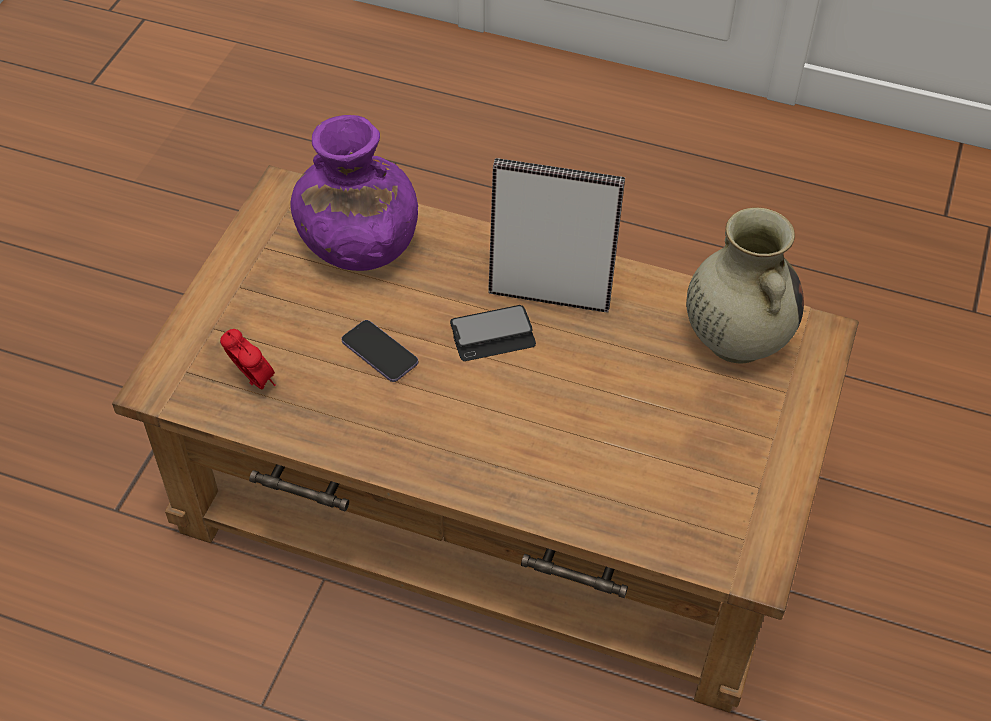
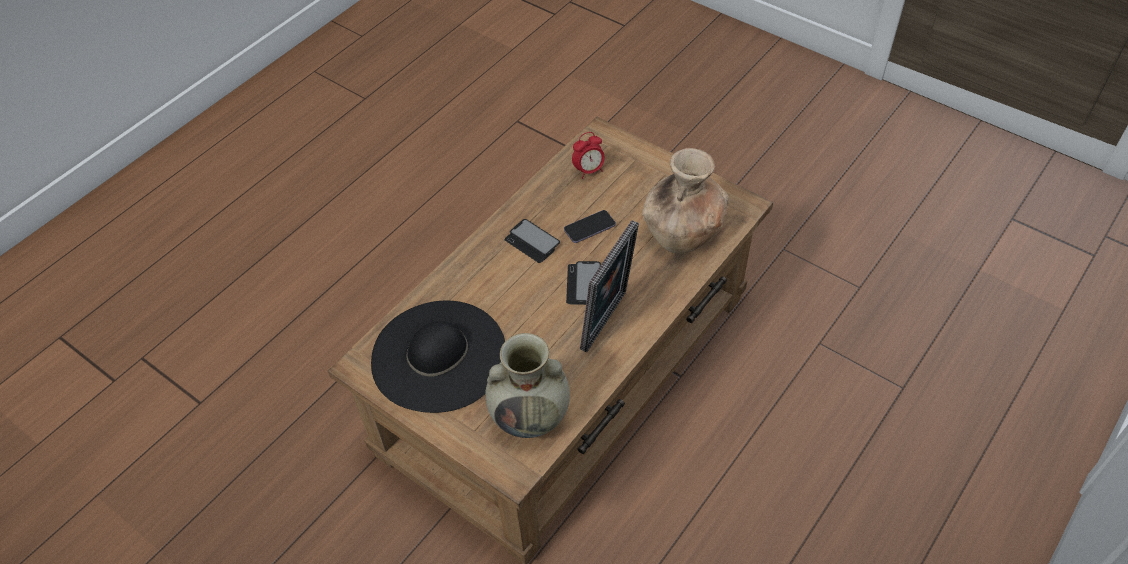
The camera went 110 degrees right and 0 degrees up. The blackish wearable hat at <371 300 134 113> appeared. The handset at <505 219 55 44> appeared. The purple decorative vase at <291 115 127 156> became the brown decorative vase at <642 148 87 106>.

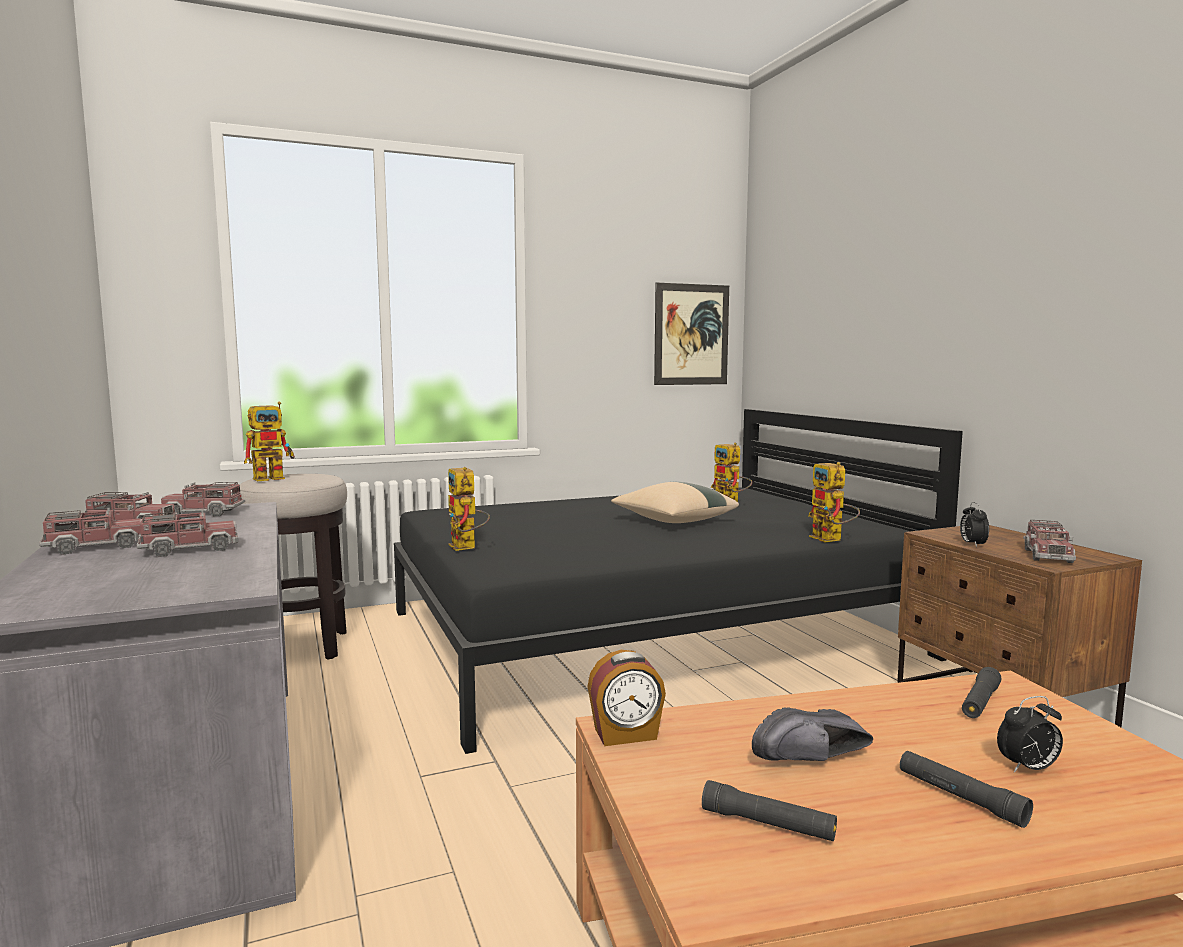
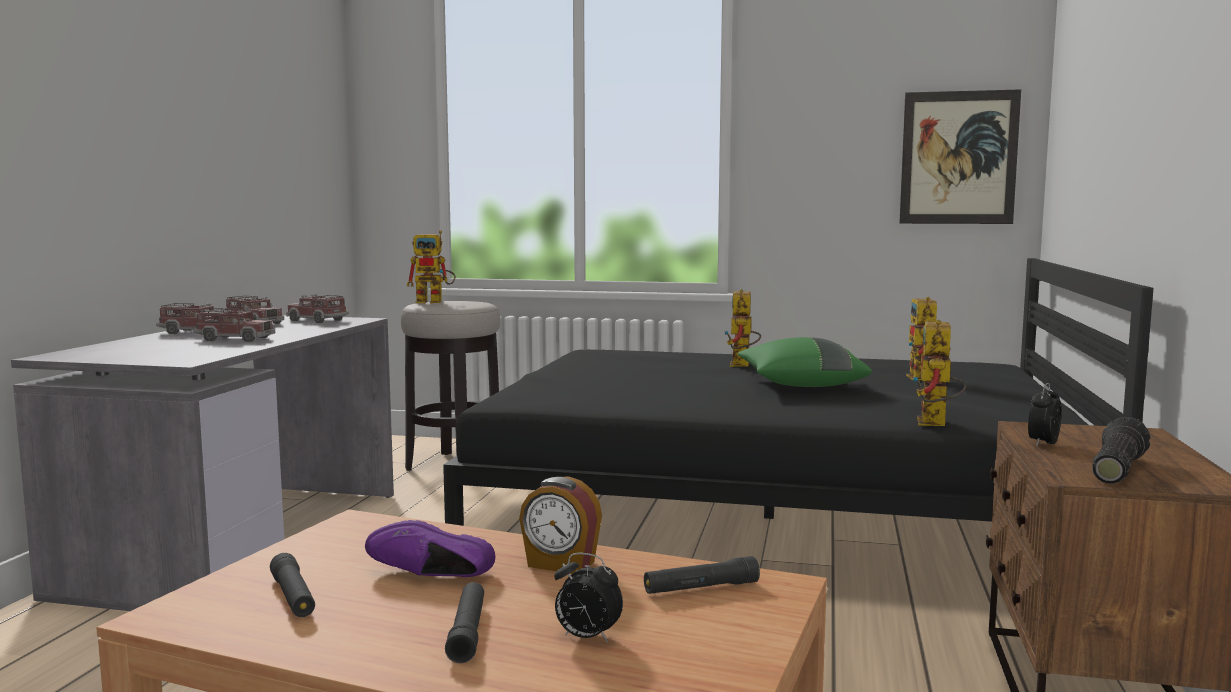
The camera went 35 degrees right and 0 degrees up. The robot figure moved from <448 467 42 84> to <725 289 36 78>. The table clock moved from <587 650 79 96> to <519 476 83 98>. The model truck at <1023 520 53 43> was replaced by the torch at <1092 417 58 67>. The beige-coloured throw pillow at <611 482 128 41> became the green throw pillow at <738 337 134 50>. The blackish low shoe at <752 707 121 54> became the purple low shoe at <365 520 130 57>.

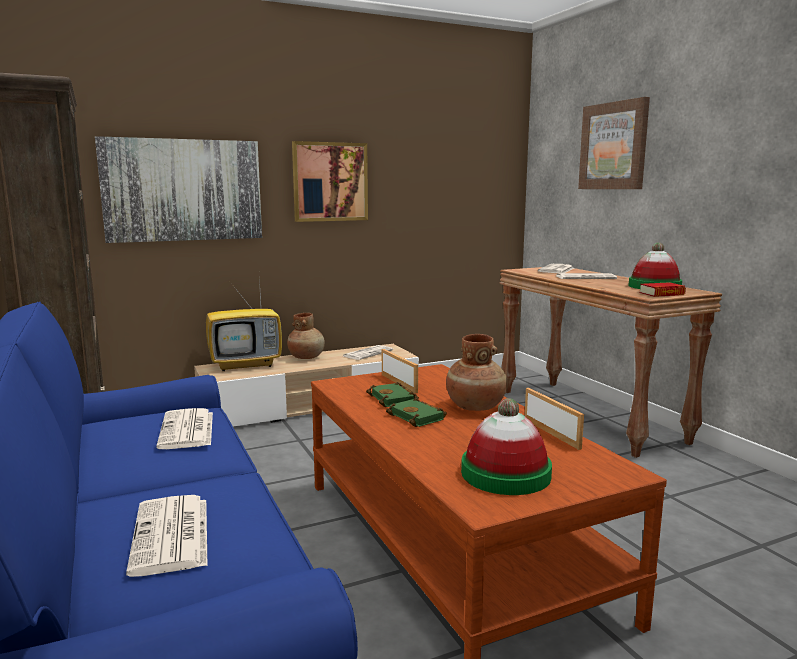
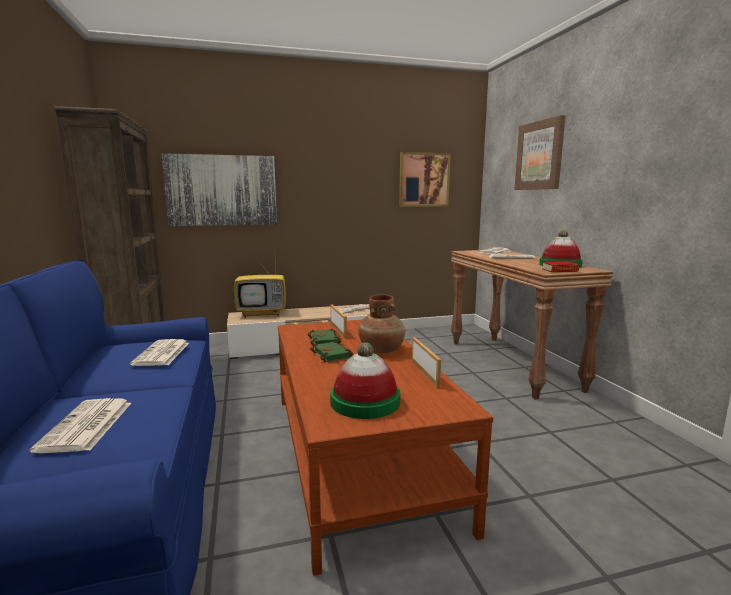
The camera went 10 degrees right and 0 degrees up. The brown decorative vase at <287 313 38 46> disappeared. The wall art moved from <292 141 76 81> to <399 152 52 55>.

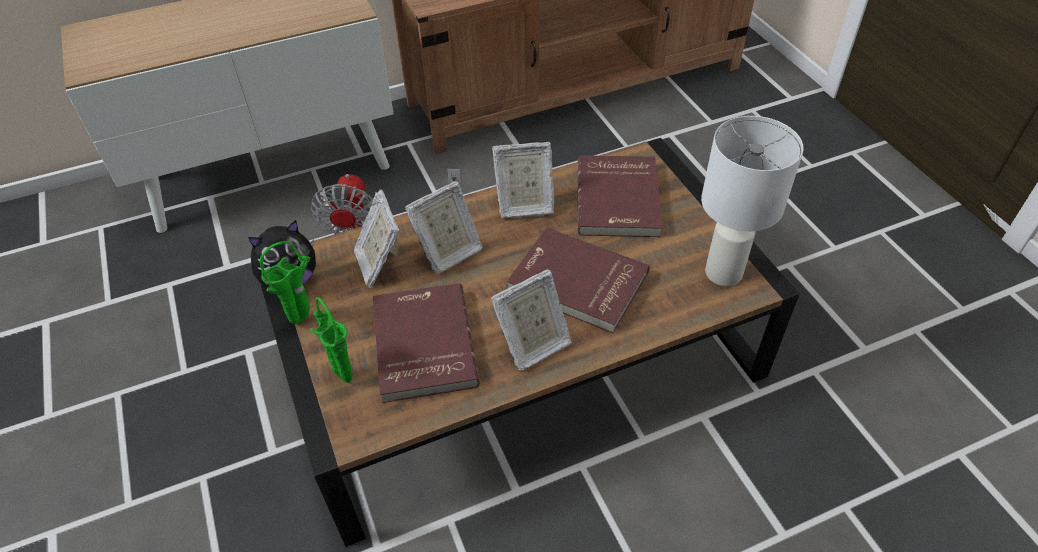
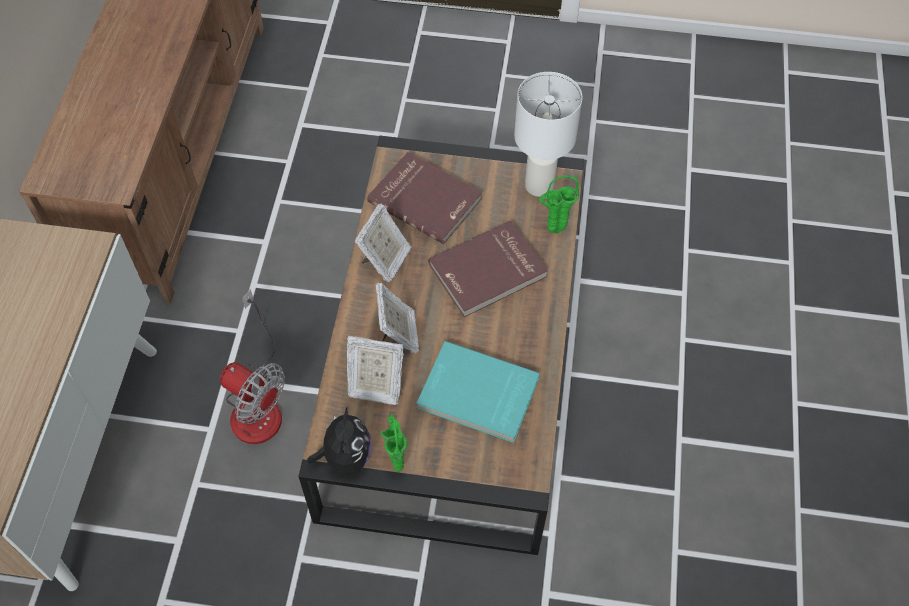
The camera went 60 degrees left and 10 degrees up. The photo frame at <491 269 81 101> disappeared. The green decorative vase moved from <310 297 43 86> to <539 176 40 57>. The red-coloured volume at <373 283 107 120> became the turquoise-coloured volume at <417 341 123 102>.

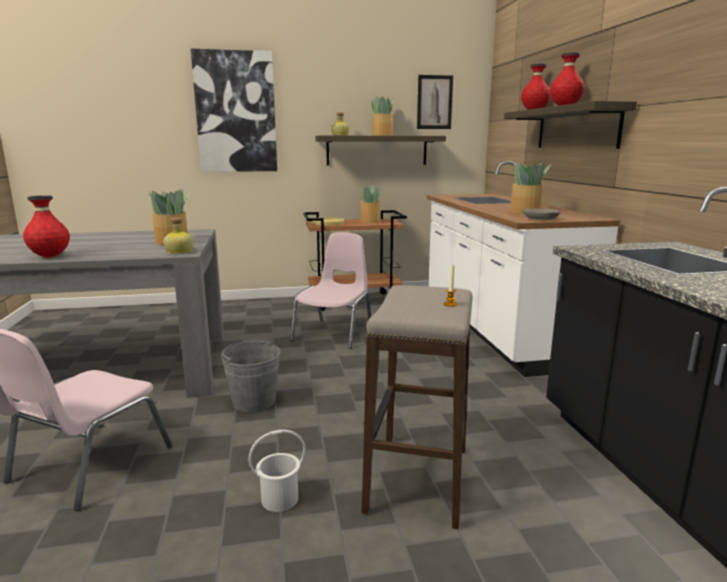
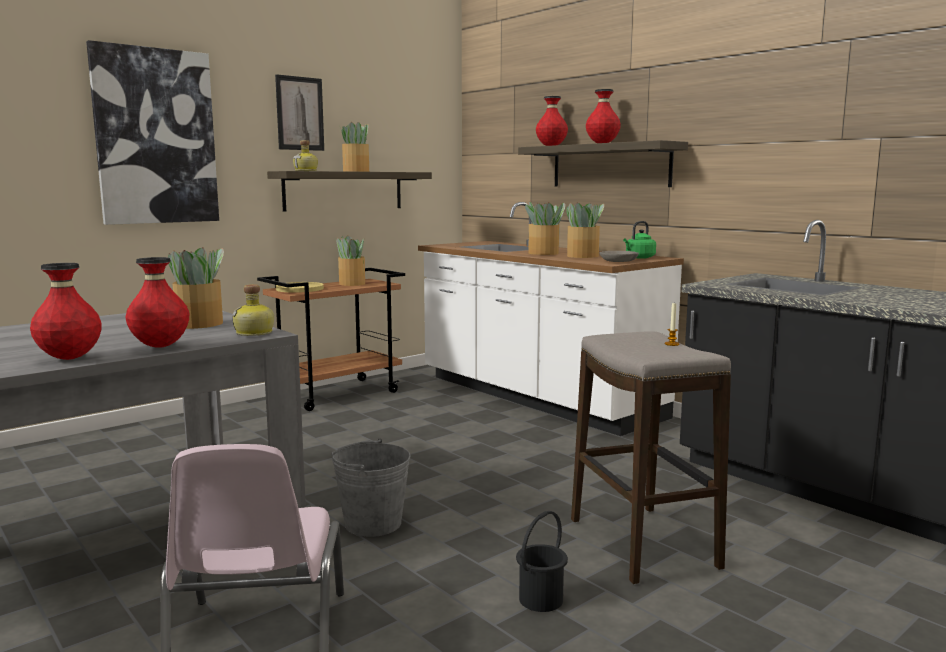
The camera went 30 degrees left and 5 degrees down. The pink chair at <290 232 81 117> disappeared. The red-coloured decorative vase at <125 257 64 91> appeared. The plant in a pot at <525 201 40 54> appeared. The green kettle at <623 221 33 38> appeared. The wall art moved from <417 75 36 54> to <275 74 49 77>. The white-coloured water bucket at <249 430 57 82> became the blackish water bucket at <516 511 52 101>.

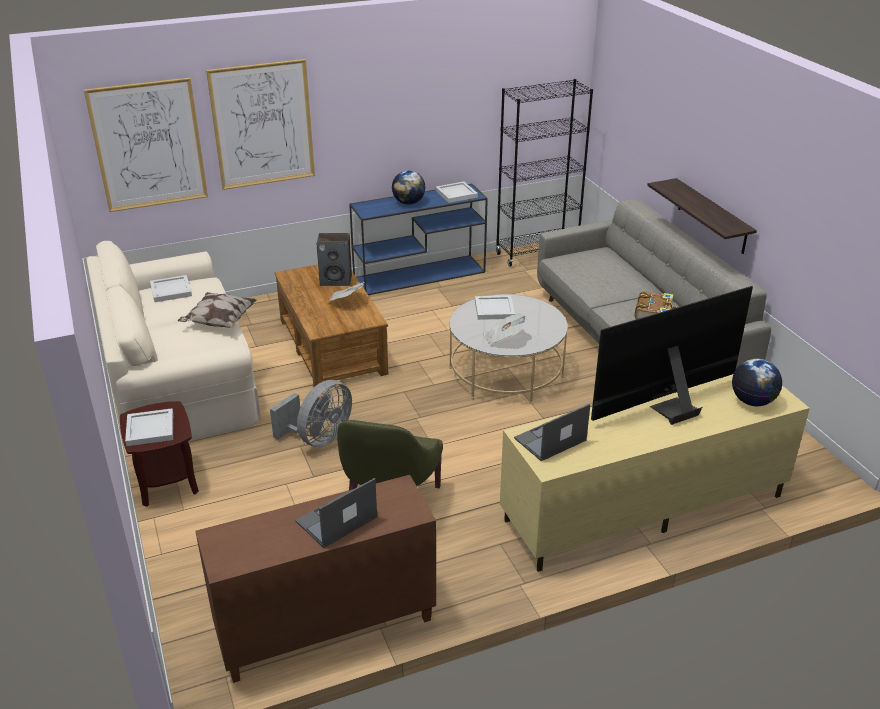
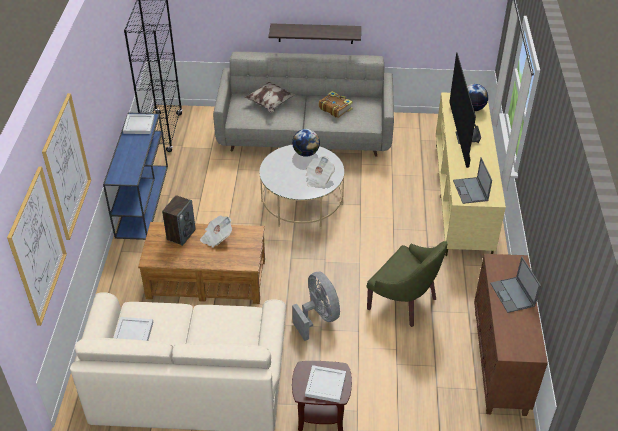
The camera went 65 degrees left and 10 degrees up. The white-coloured serving tray at <475 295 40 25> disappeared. The throw pillow moved from <178 292 79 36> to <244 82 52 30>. The world globe moved from <392 170 33 35> to <292 129 28 28>.

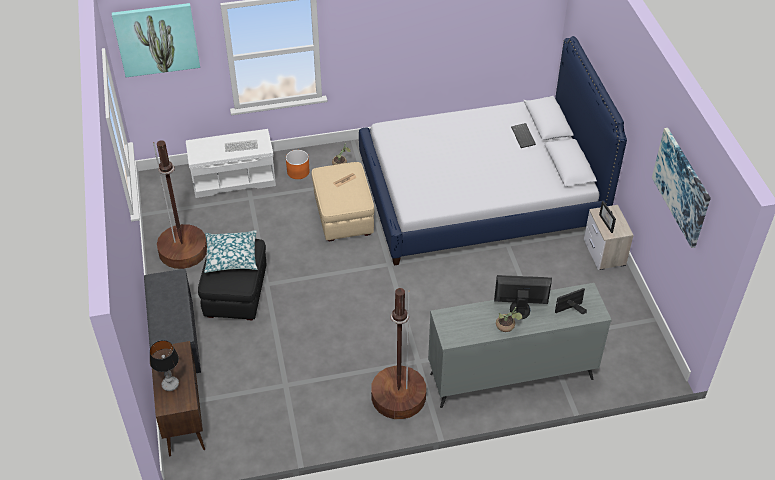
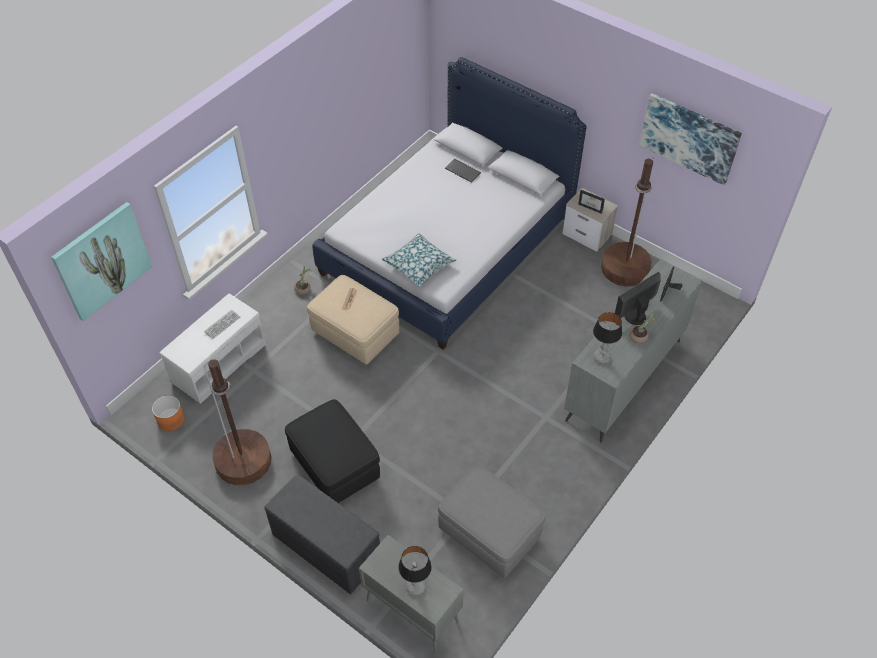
The camera went 40 degrees left and 5 degrees up. The greyish ottoman at <438 466 107 112> appeared. The table lamp at <593 312 29 51> appeared. The throw pillow moved from <204 230 53 43> to <382 233 74 55>. The orangey planter moved from <286 150 24 29> to <152 395 33 36>. The brown standing lamp moved from <371 288 55 131> to <601 157 53 130>. The brown cabinet at <152 341 53 116> became the greyish cabinet at <359 535 105 118>.

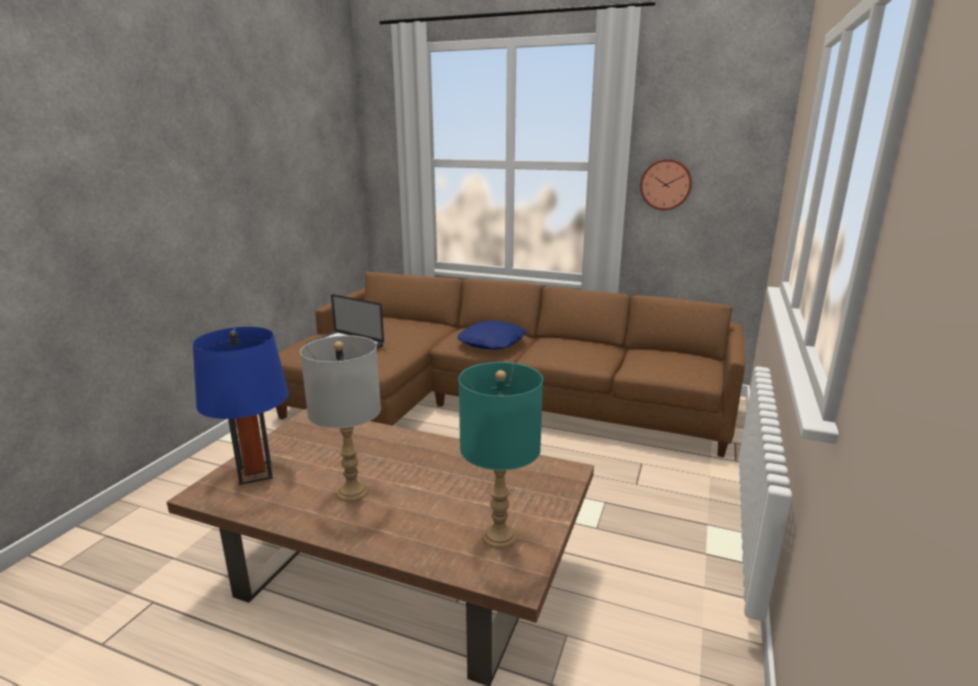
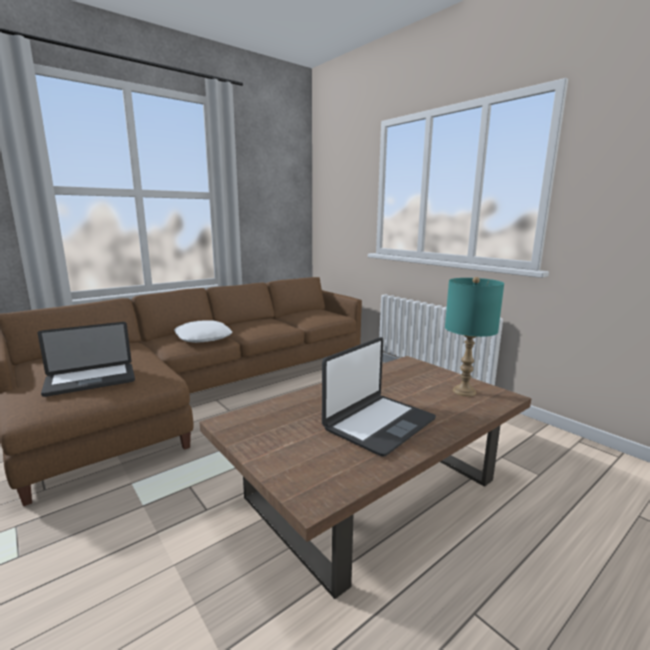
The camera went 60 degrees left and 5 degrees down. The bluish table lamp at <193 327 96 158> disappeared. The clock on the wall at <640 159 52 51> disappeared. The greyish table lamp at <300 335 81 167> was replaced by the notebook computer at <322 337 114 119>. The bluish throw pillow at <457 321 69 29> became the white-coloured throw pillow at <174 320 58 23>.

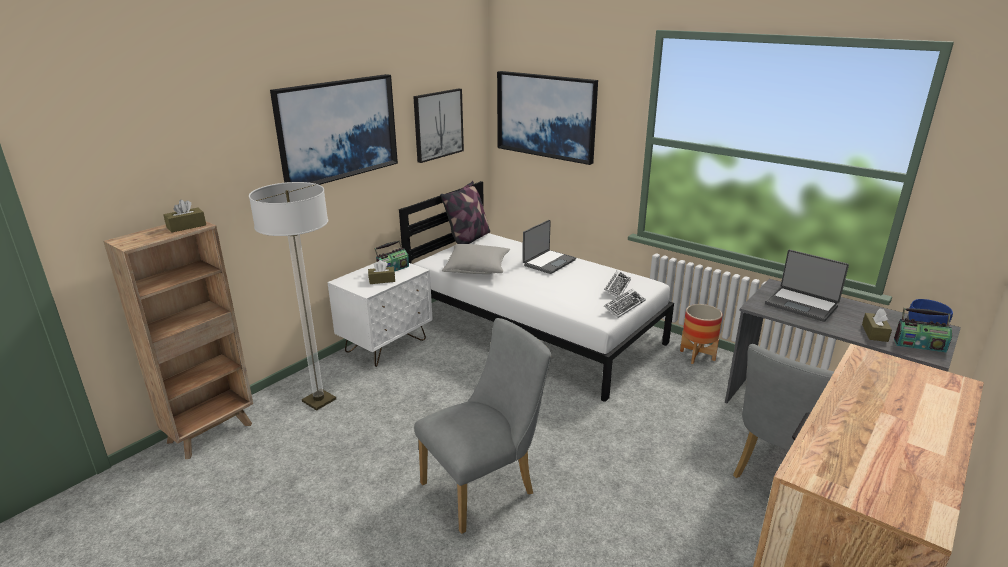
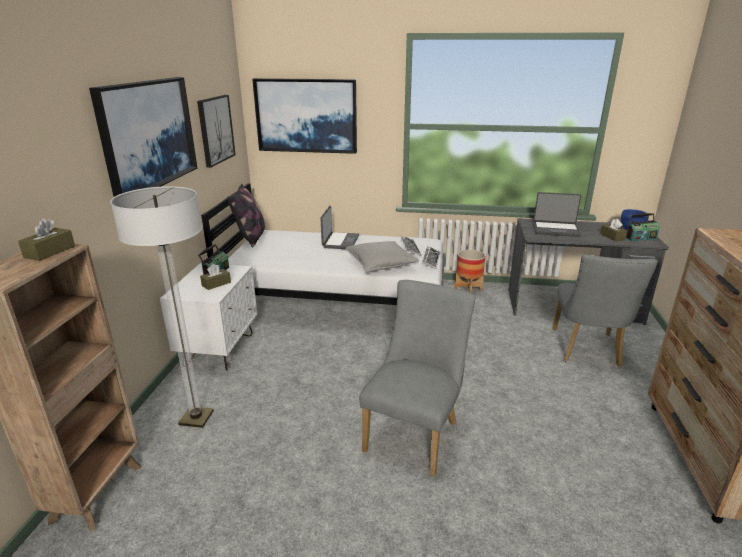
The camera went 30 degrees left and 0 degrees up. The greyish throw pillow moved from <442 244 68 30> to <345 241 74 31>.

